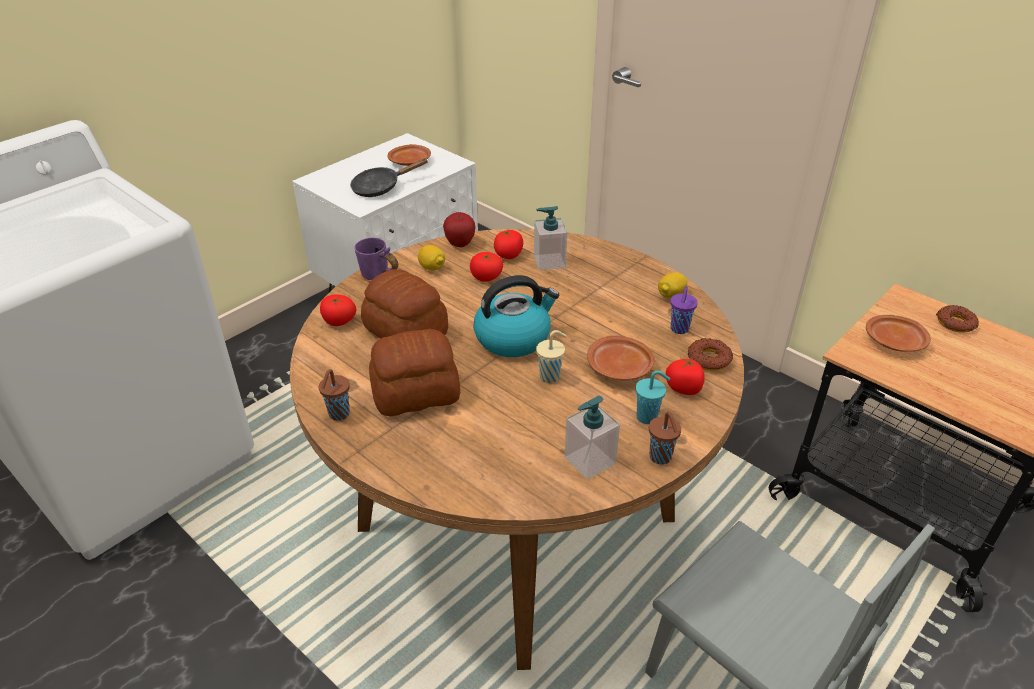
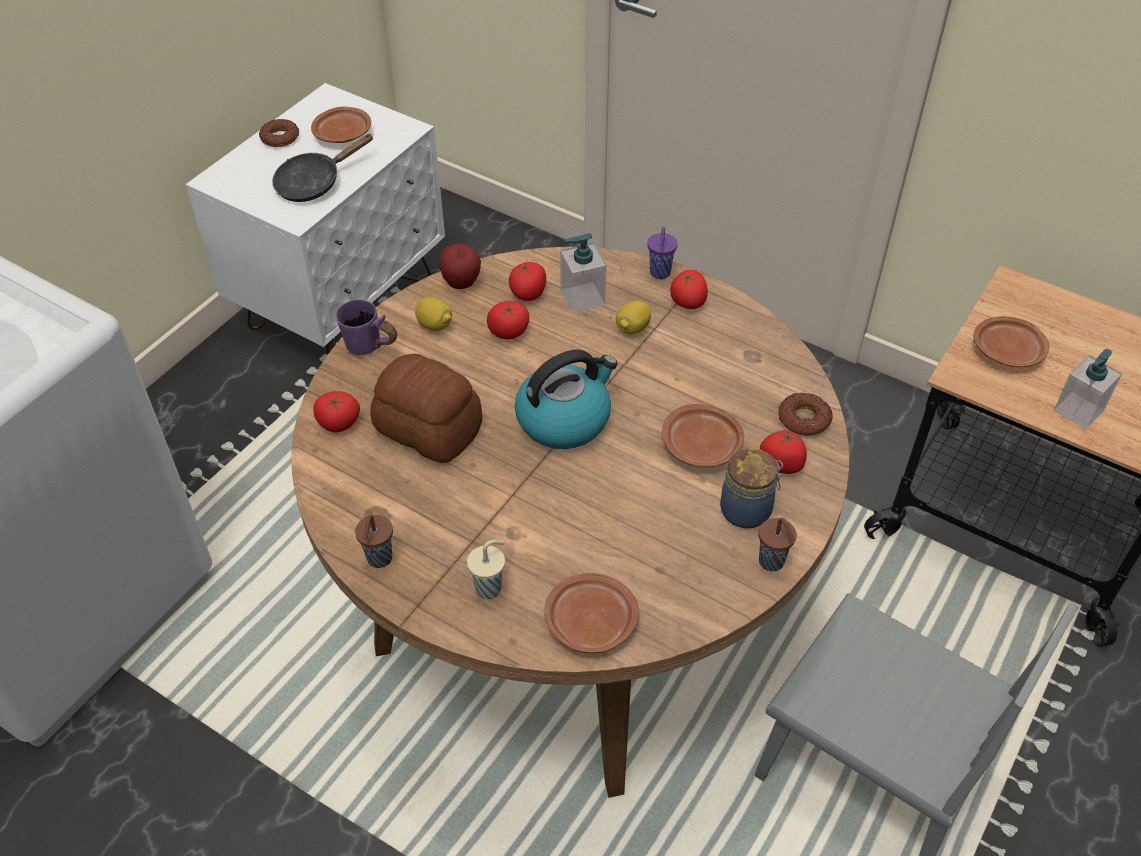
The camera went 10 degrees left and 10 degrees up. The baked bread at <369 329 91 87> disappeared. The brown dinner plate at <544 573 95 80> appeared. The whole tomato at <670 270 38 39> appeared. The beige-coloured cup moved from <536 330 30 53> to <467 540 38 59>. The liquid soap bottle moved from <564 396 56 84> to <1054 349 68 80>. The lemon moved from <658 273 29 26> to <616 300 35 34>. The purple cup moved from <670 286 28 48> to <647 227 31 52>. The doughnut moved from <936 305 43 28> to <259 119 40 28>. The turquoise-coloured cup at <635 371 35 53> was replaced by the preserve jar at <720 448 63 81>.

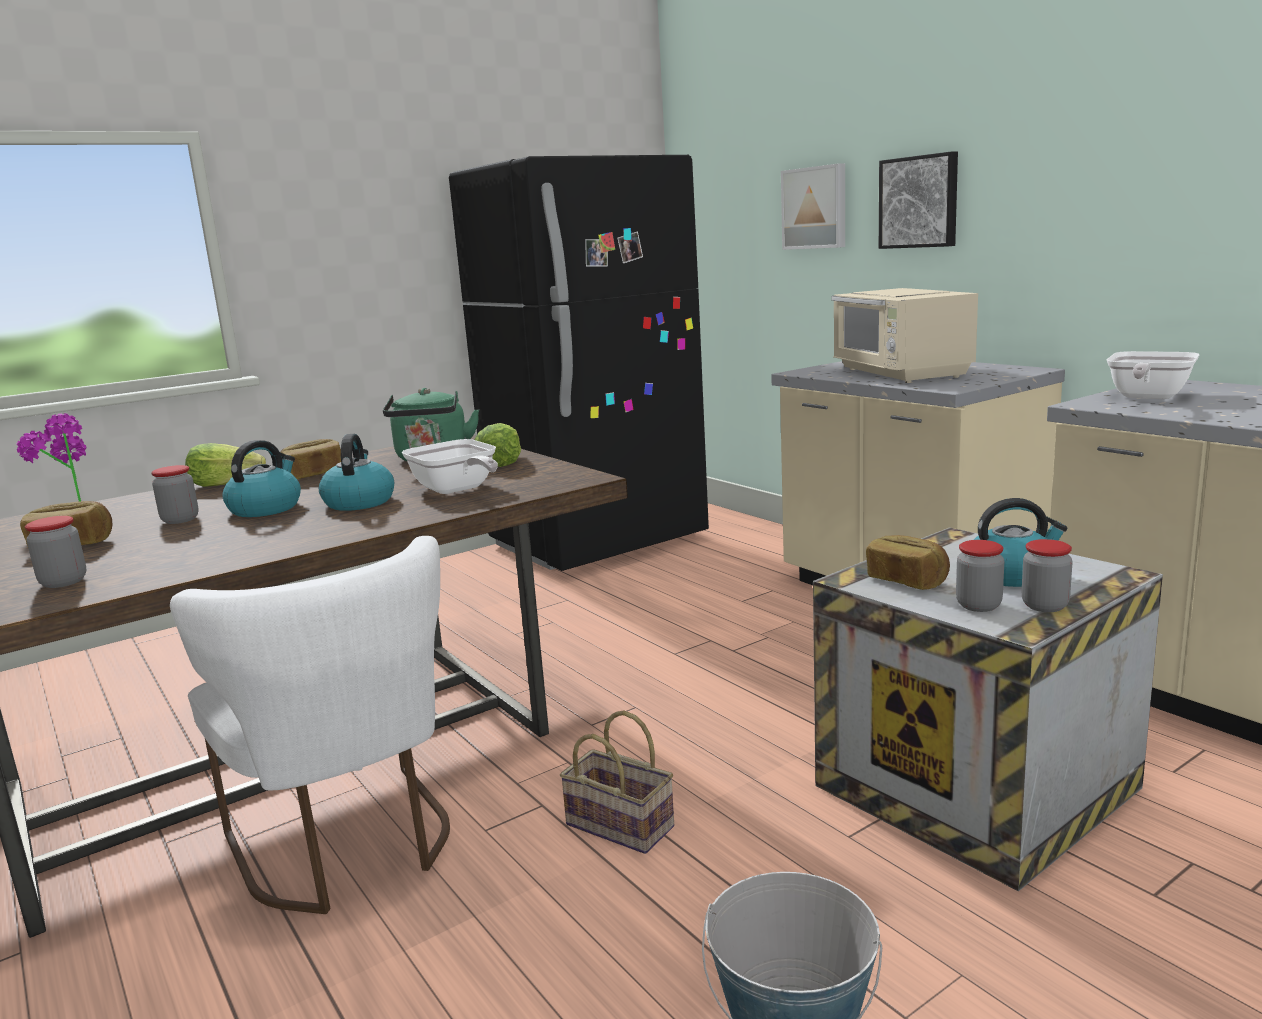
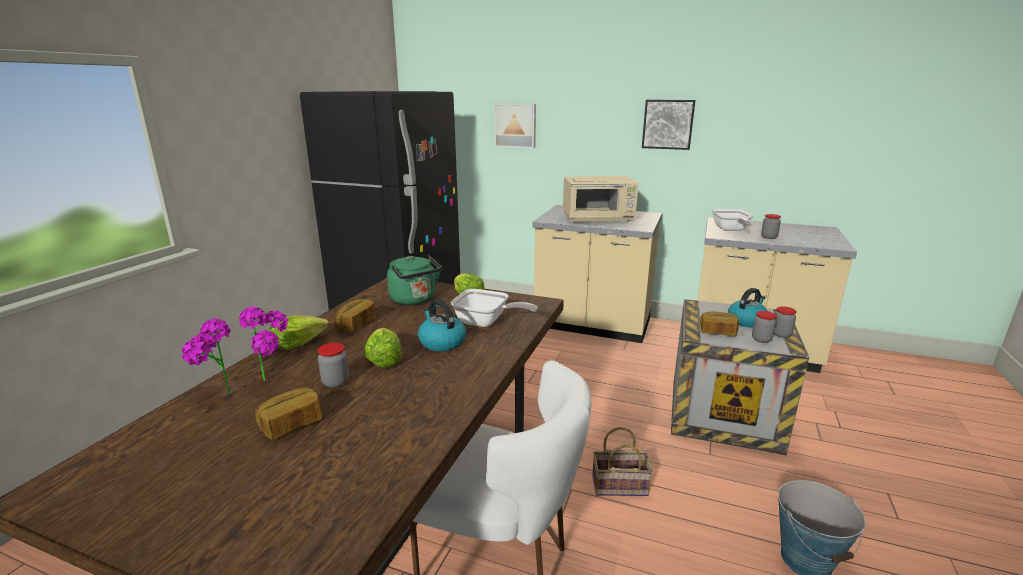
The camera went 35 degrees left and 5 degrees up. The plant in a pot at <239 307 49 74> appeared. The preserve jar moved from <25 516 61 72> to <761 214 20 25>. The wall art moved from <879 151 79 98> to <642 100 53 50>. The kettle at <222 440 79 77> was replaced by the lettuce at <364 328 38 40>. The beige-coloured kitchen microwave at <831 288 147 95> turned 45 degrees counterclockwise.

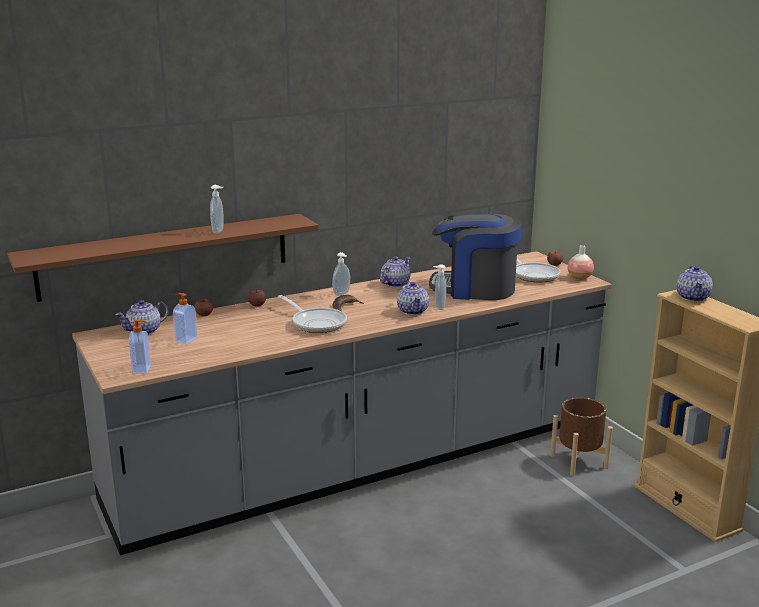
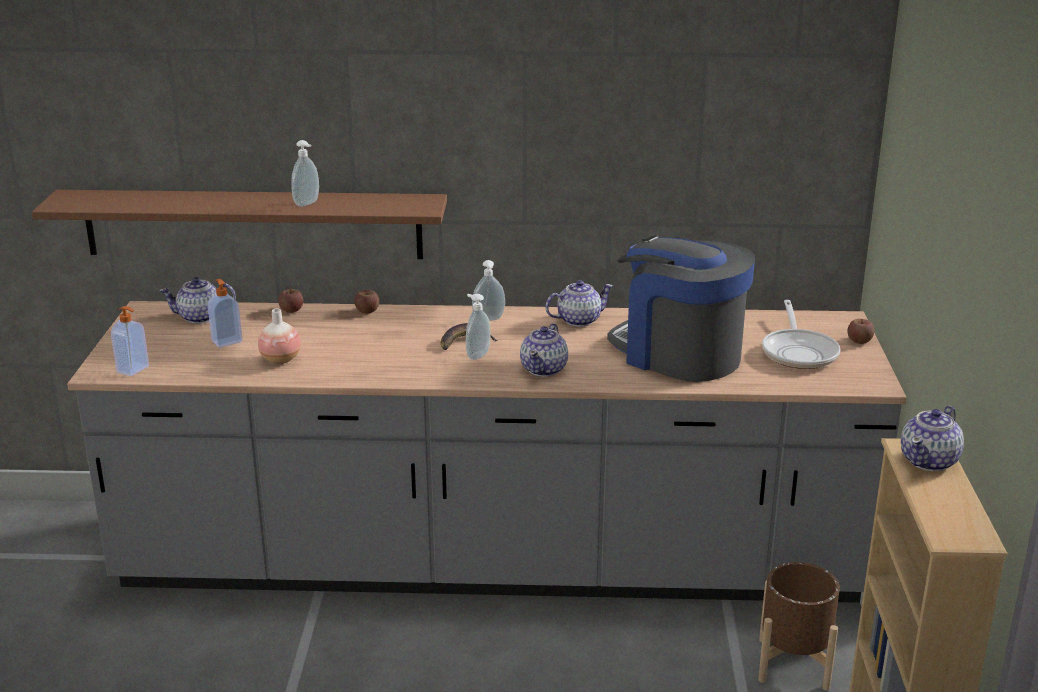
The camera went 30 degrees right and 5 degrees up. The pan at <278 295 69 38> disappeared. The liquid soap bottle moved from <433 264 13 46> to <466 294 25 66>. The decorative vase moved from <568 245 26 35> to <258 309 43 55>.

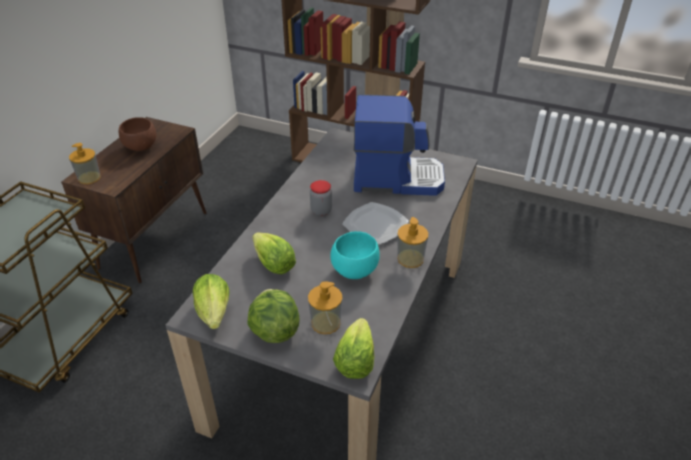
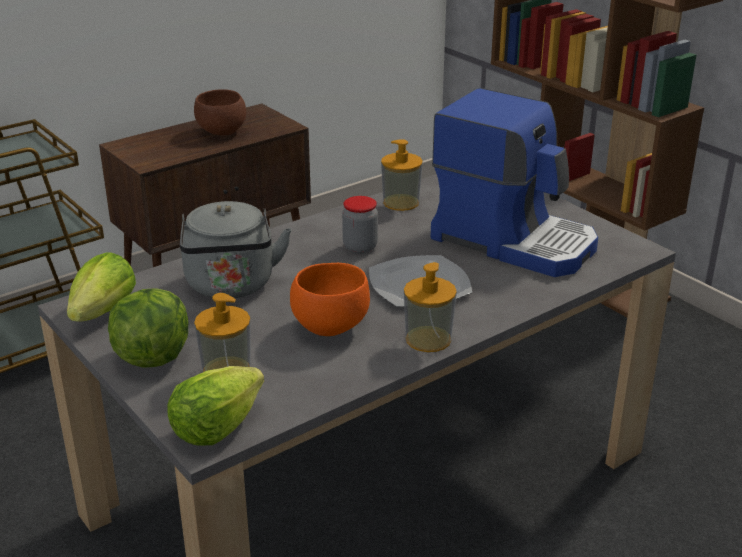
The camera went 30 degrees right and 10 degrees down. The liquid soap bottle moved from <69 143 32 41> to <381 139 42 72>. The lettuce at <252 232 44 42> was replaced by the greyish kettle at <180 201 112 97>. The turquoise-coloured serving bowl at <330 231 50 48> became the orangey serving bowl at <290 263 80 73>.

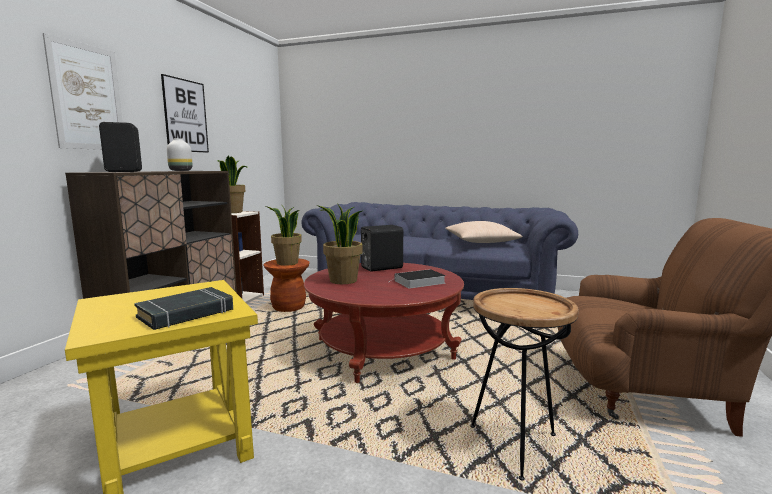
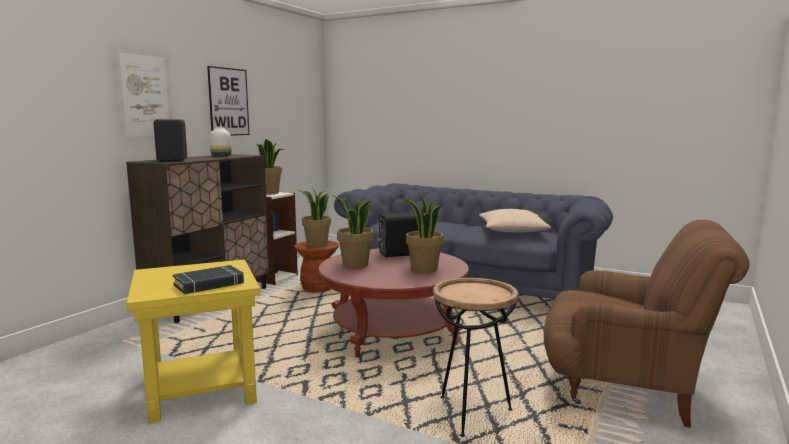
The camera went 10 degrees right and 0 degrees up. The volume at <389 269 57 19> was replaced by the plant in a pot at <403 197 44 76>.

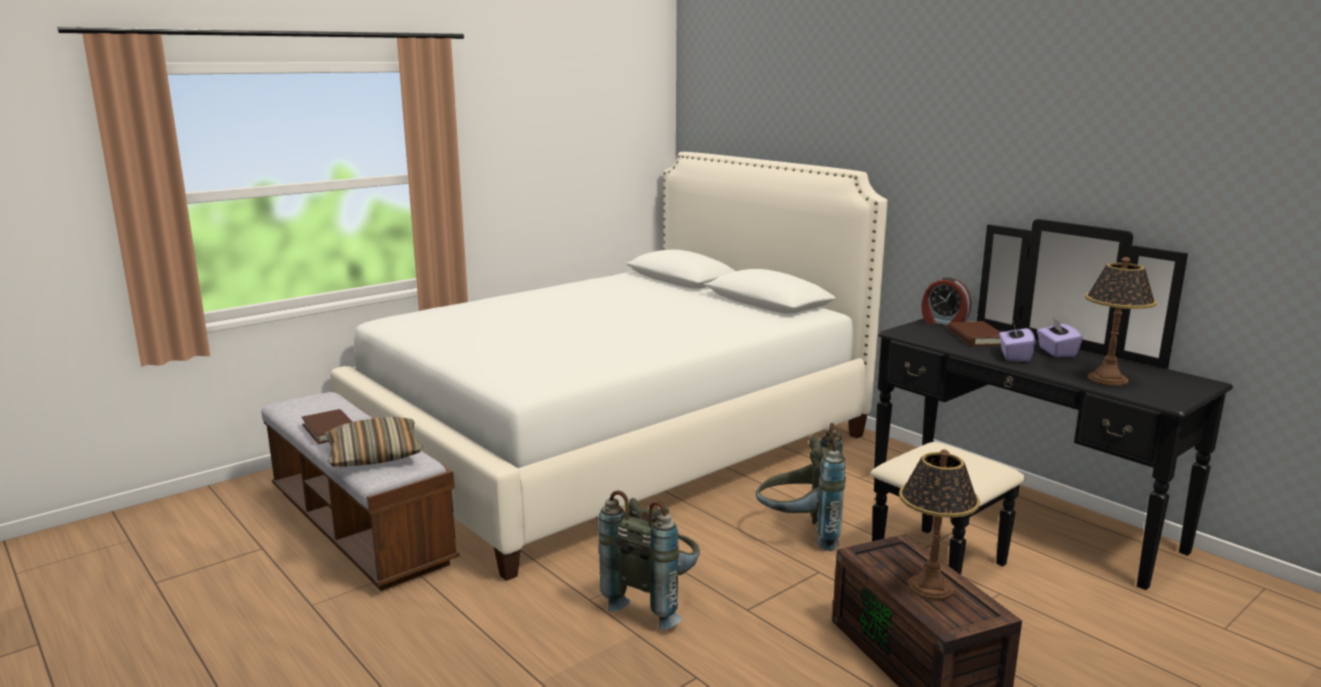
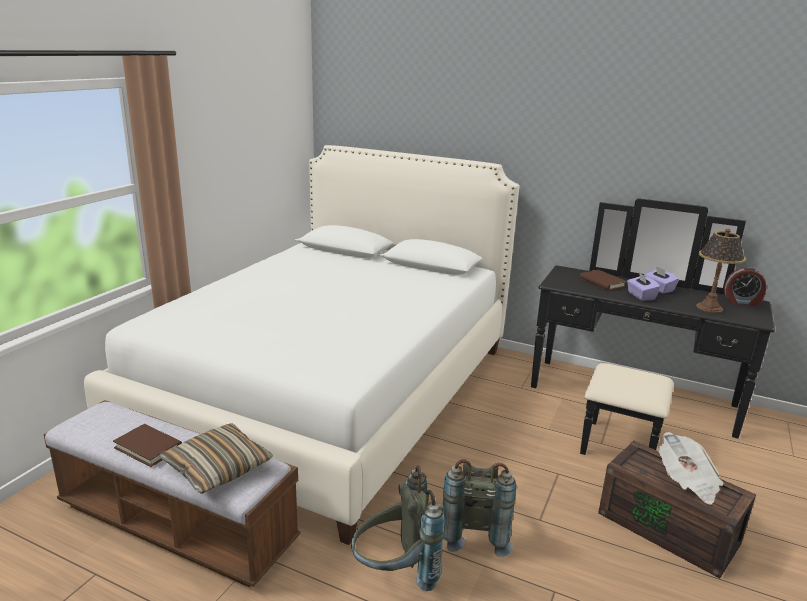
The camera went 25 degrees left and 5 degrees up. The greyish knapsack moved from <756 423 90 128> to <351 466 94 125>. The table clock moved from <921 277 50 50> to <724 267 42 39>. The table lamp at <899 449 81 151> was replaced by the daily paper at <658 432 65 73>.

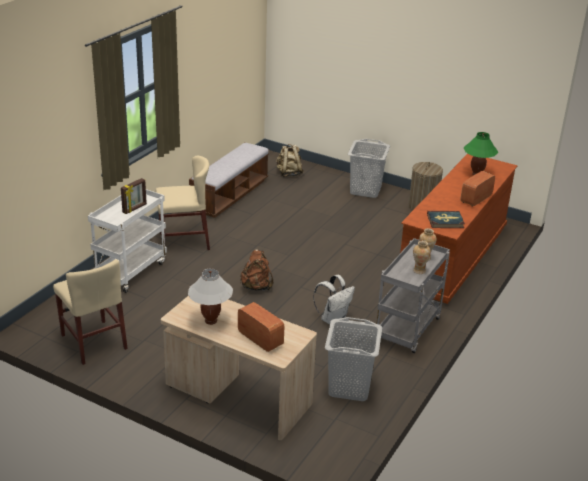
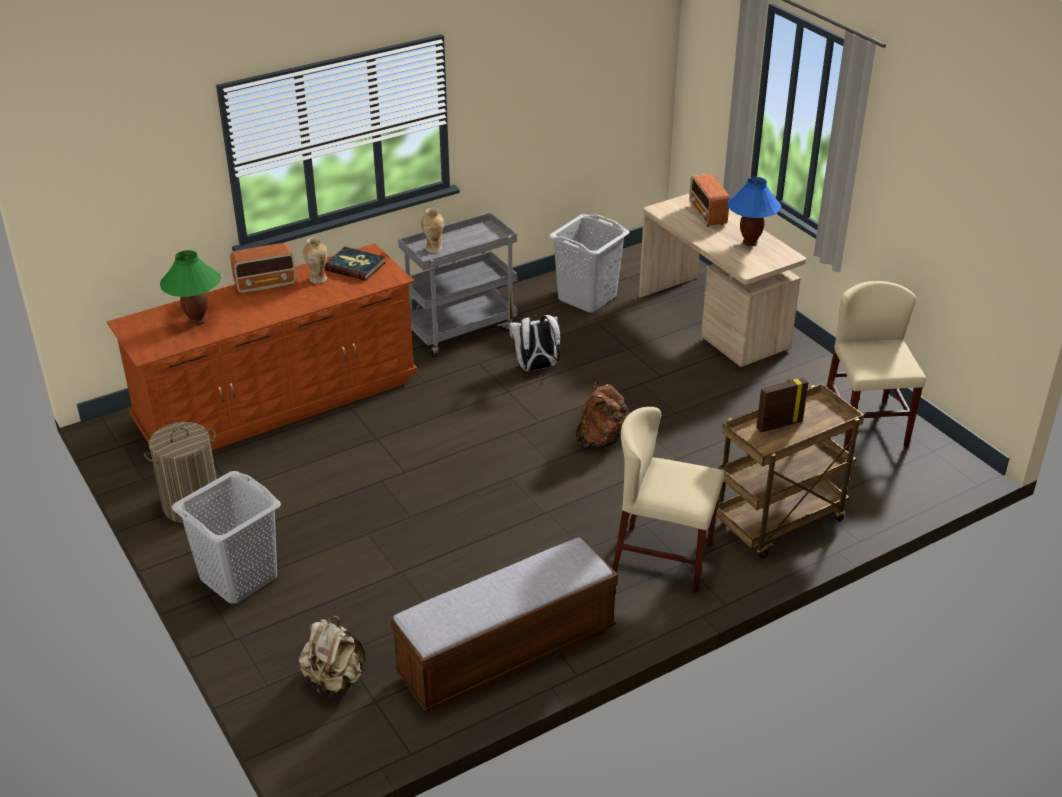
The camera went 150 degrees left and 5 degrees up. The decorative vase moved from <413 241 18 33> to <303 237 24 47>. The white-coloured cart at <88 189 79 104> became the brown cart at <716 383 148 175>. The white-coloured table lamp at <188 268 45 57> became the bluish table lamp at <727 177 54 69>.

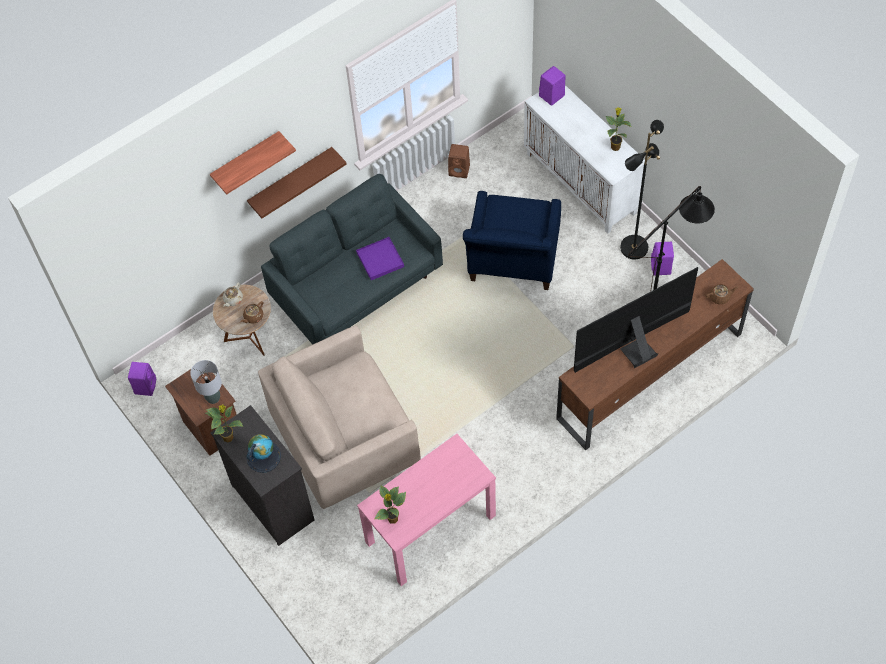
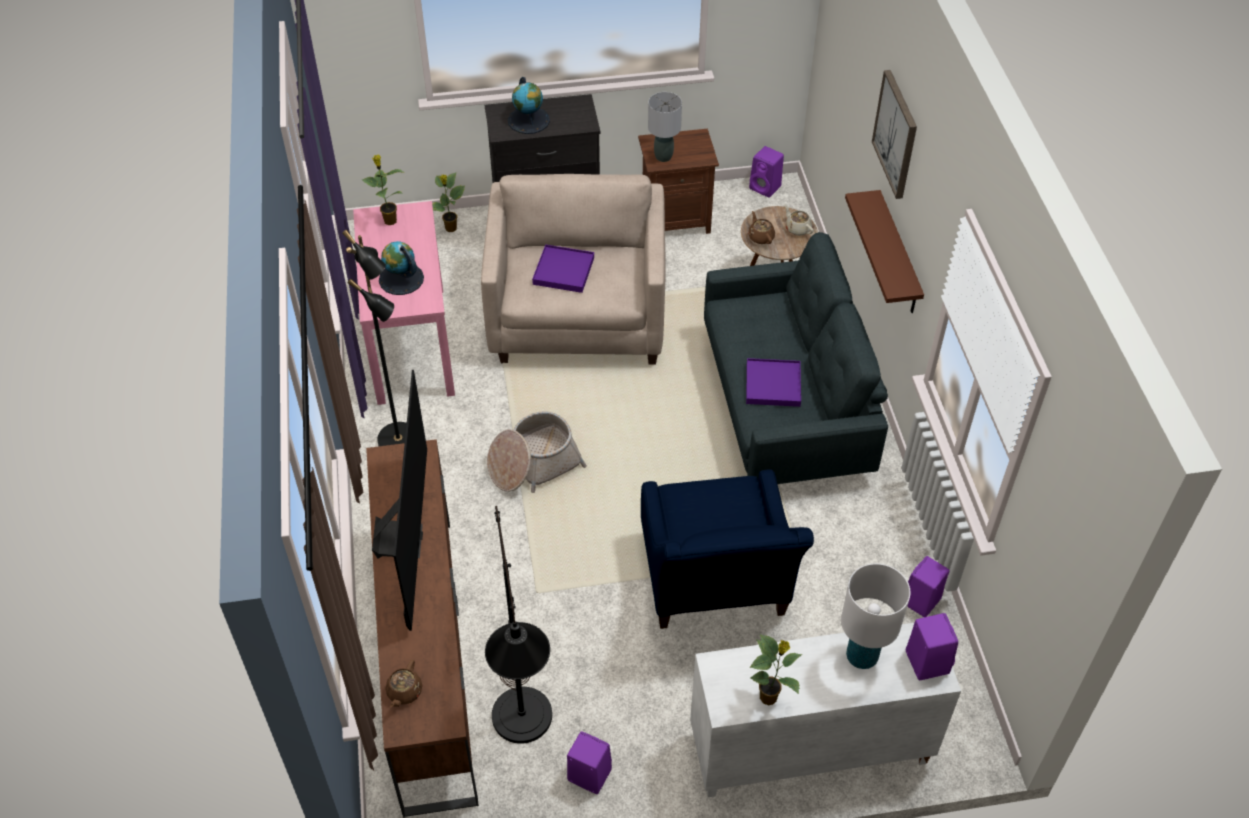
The camera went 115 degrees right and 10 degrees down. The world globe at <379 241 45 54> appeared. The storage basket at <487 411 100 82> appeared. The purple serving tray at <532 244 62 49> appeared. The white-coloured table lamp at <841 563 70 106> appeared. The plant in a pot moved from <206 405 38 38> to <432 173 33 59>. The blackish standing lamp moved from <620 120 44 139> to <342 230 65 216>. The wall shelf at <210 131 86 64> was replaced by the wall art at <872 70 45 129>. The brown speaker at <448 144 22 34> became the purple speaker at <907 556 42 61>. The bluish armchair at <463 191 98 99> turned 135 degrees counterclockwise.

